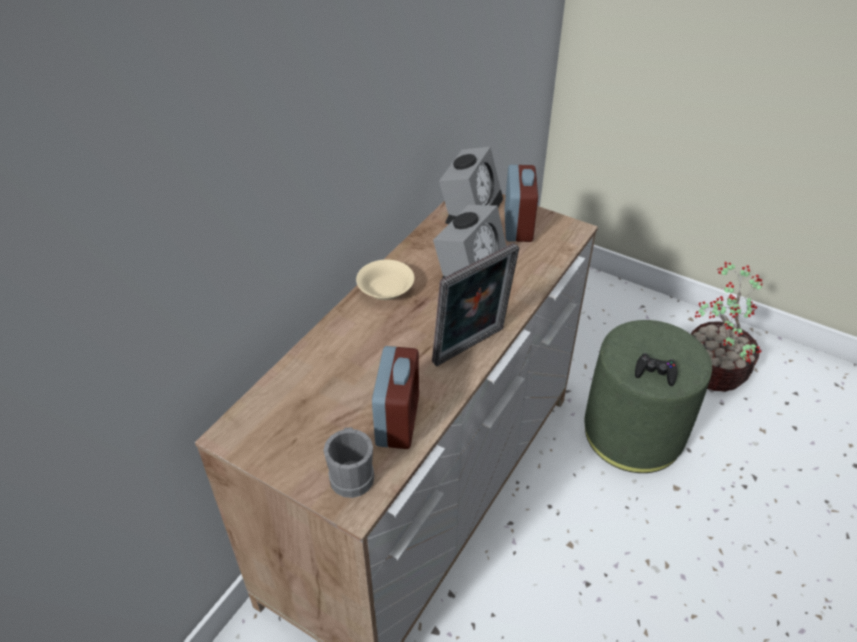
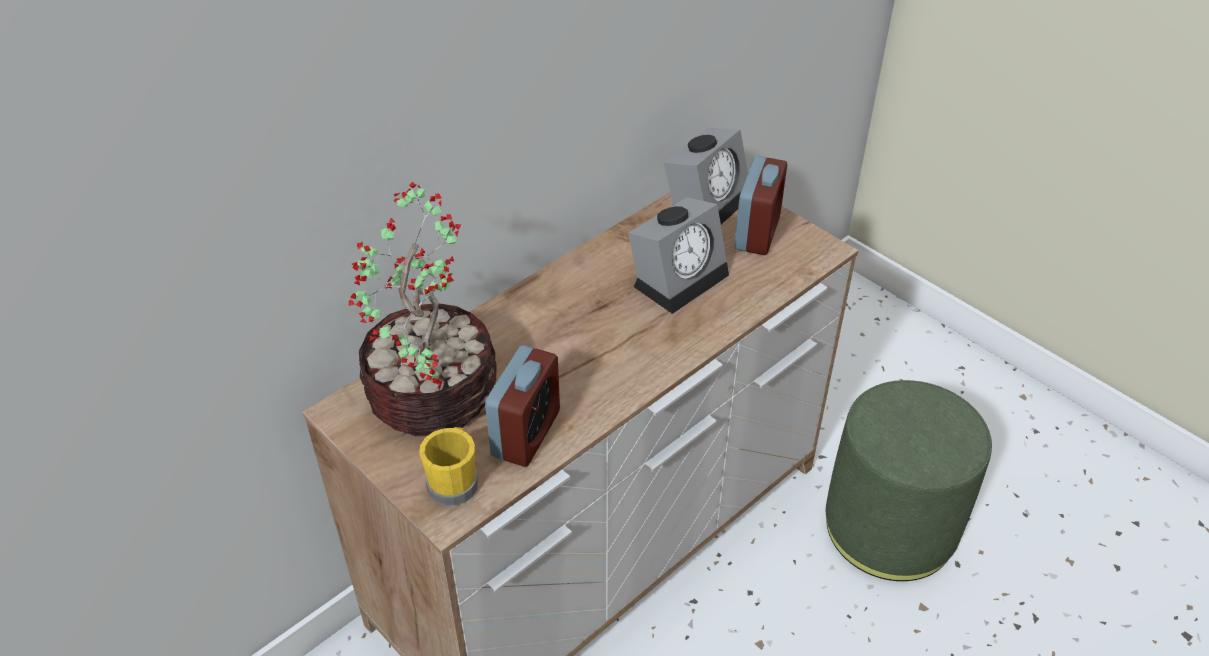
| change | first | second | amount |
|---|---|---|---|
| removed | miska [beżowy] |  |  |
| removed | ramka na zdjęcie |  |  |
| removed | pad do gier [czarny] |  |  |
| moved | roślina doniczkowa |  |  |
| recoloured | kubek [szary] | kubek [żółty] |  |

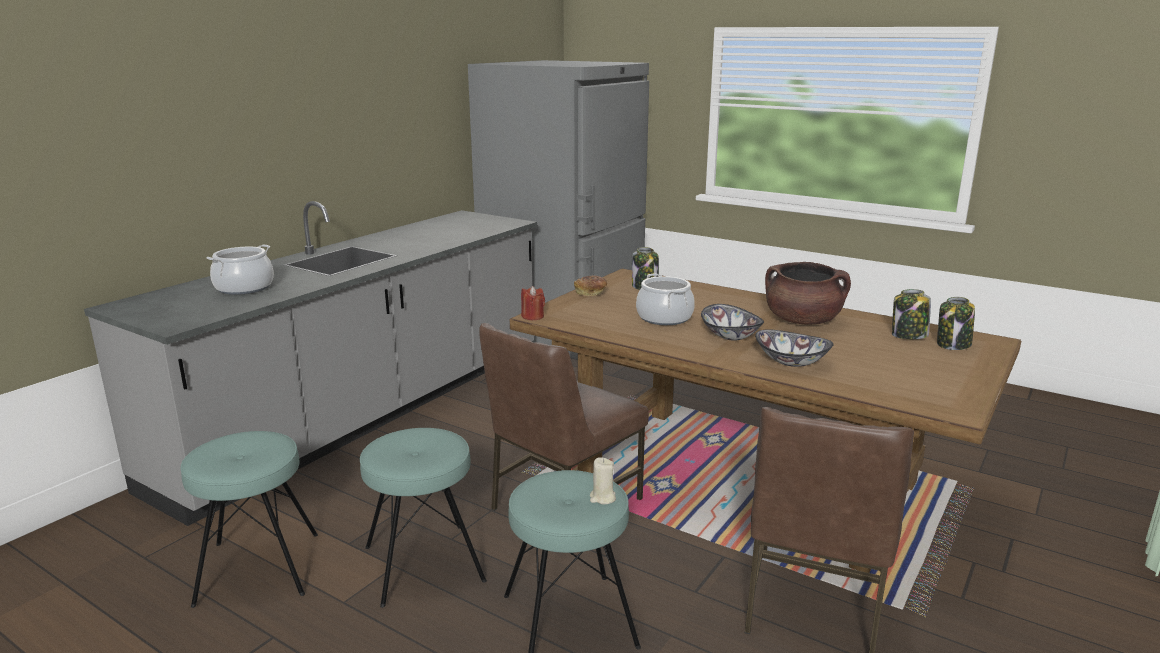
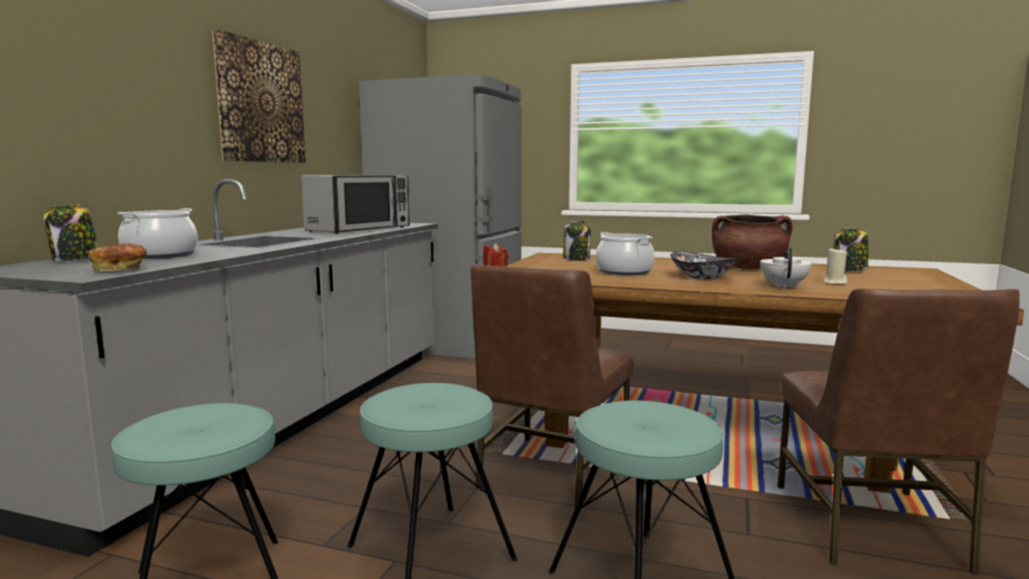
| change | first | second | amount |
|---|---|---|---|
| added |  | obraz |  |
| added |  | mikrofalówka |  |
| moved | chleb |  |  |
| moved | świeca [beżowy] |  |  |
| moved | słoik (3rd from left in the first image) | słoik (1st from left) |  |
| replaced | miska (2nd from left) | imbryk [biały] |  |

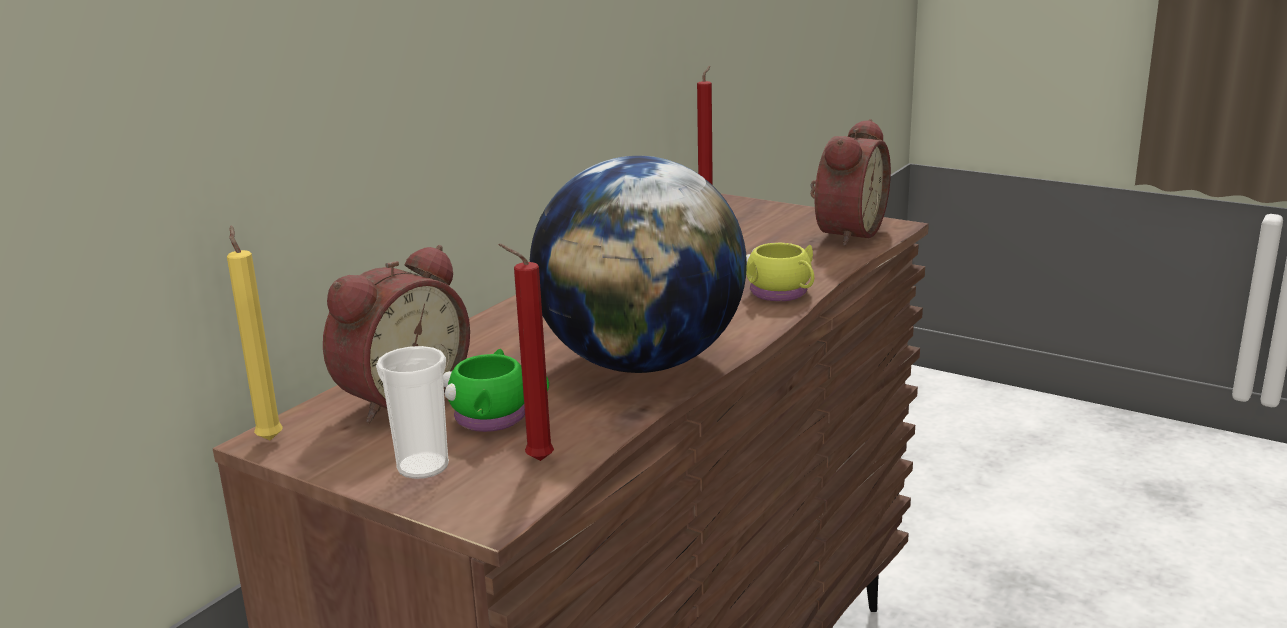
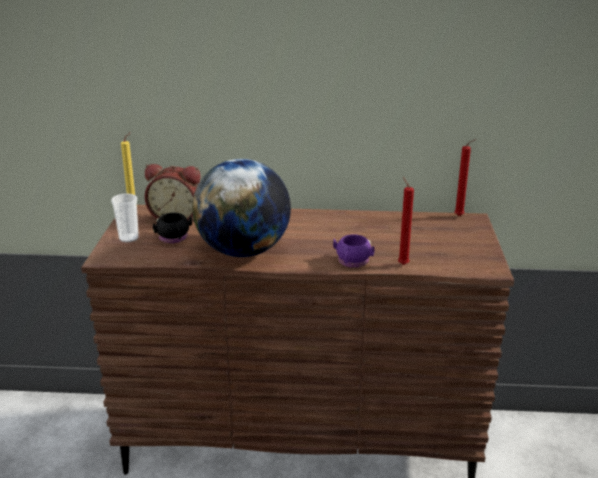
| change | first | second | amount |
|---|---|---|---|
| removed | budzik (2nd from left) |  |  |
| moved | świeca [czerwony] (1st from left) |  |  |
| recoloured | kubek [zielony] | kubek [czarny] |  |
| recoloured | kubek [żółty] | kubek [fioletowy] |  |

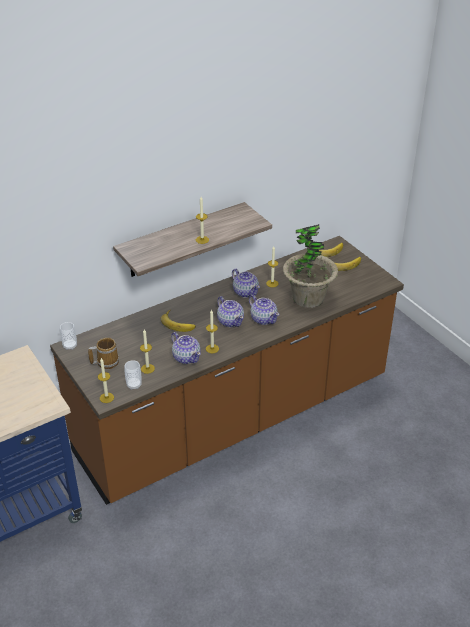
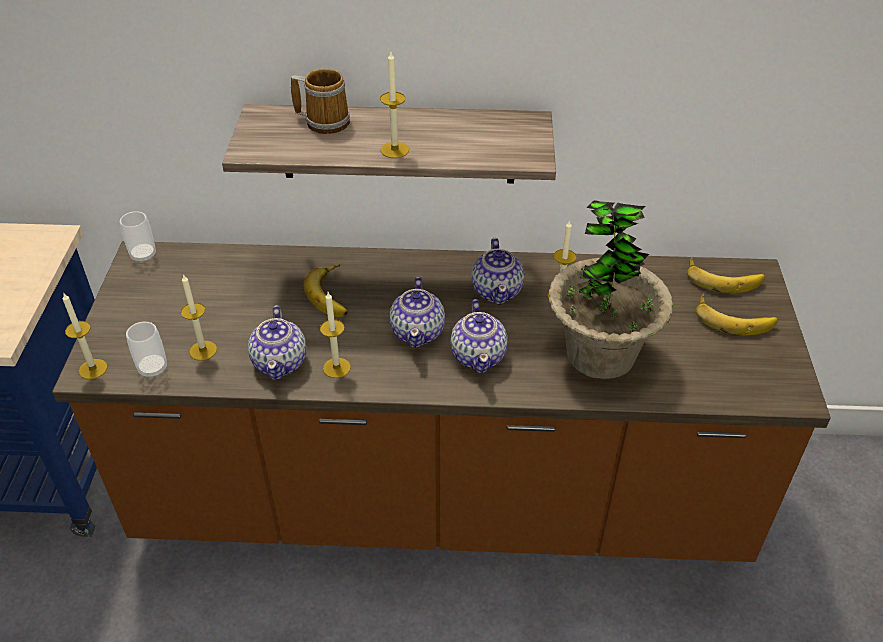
| change | first | second | amount |
|---|---|---|---|
| moved | kubek |  |  |

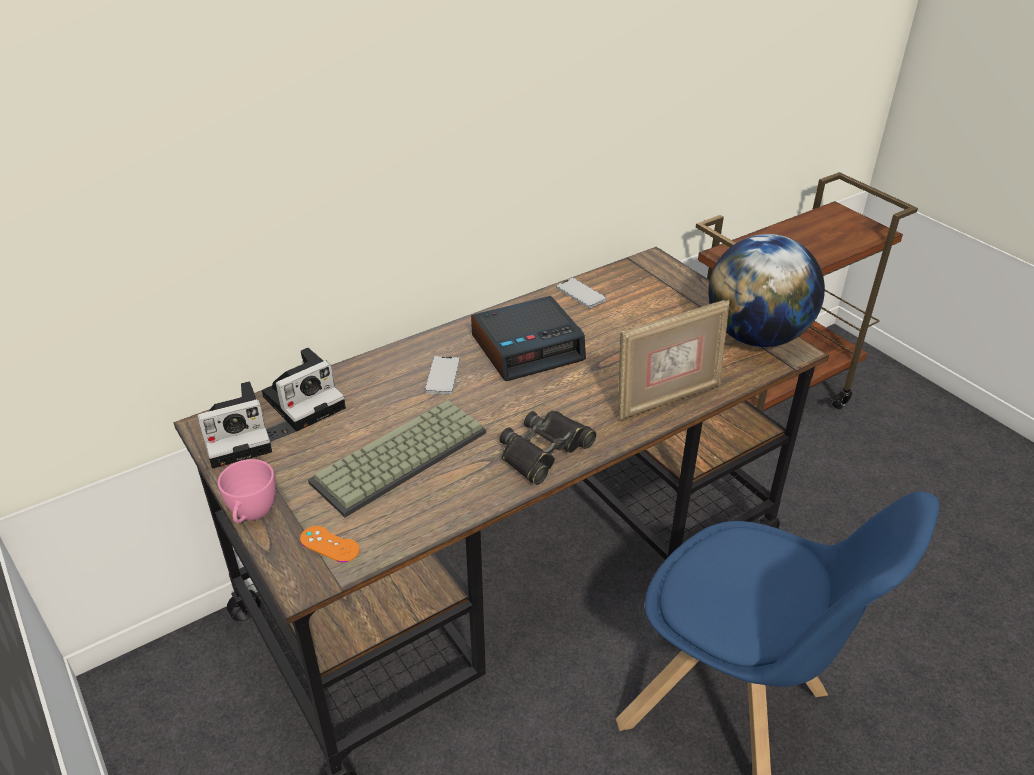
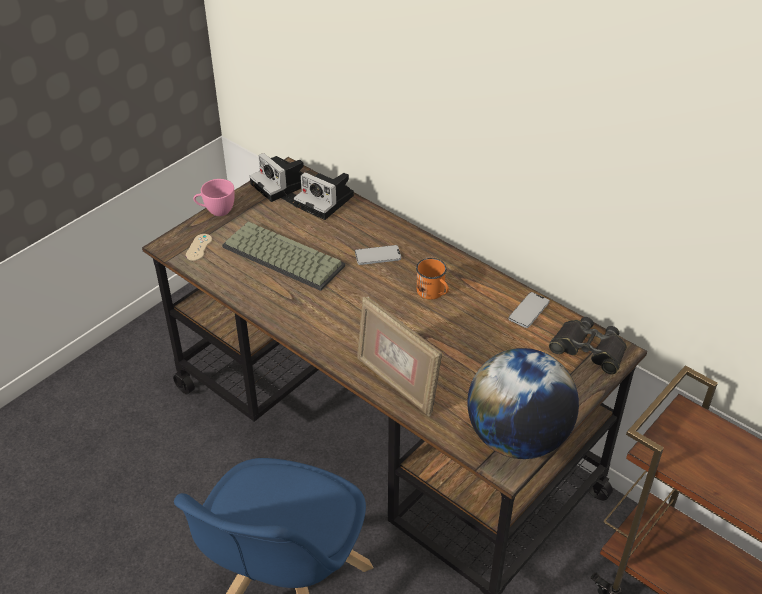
| change | first | second | amount |
|---|---|---|---|
| moved | lornetka [czarny] |  |  |
| replaced | budzik | kubek [pomarańczowy] |  |
| recoloured | pad do gier [pomarańczowy] | pad do gier [beżowy] |  |

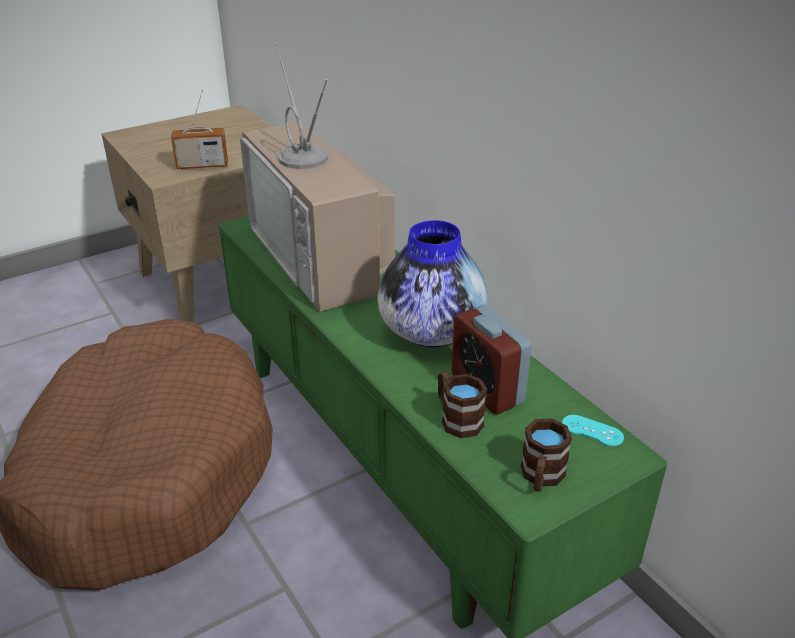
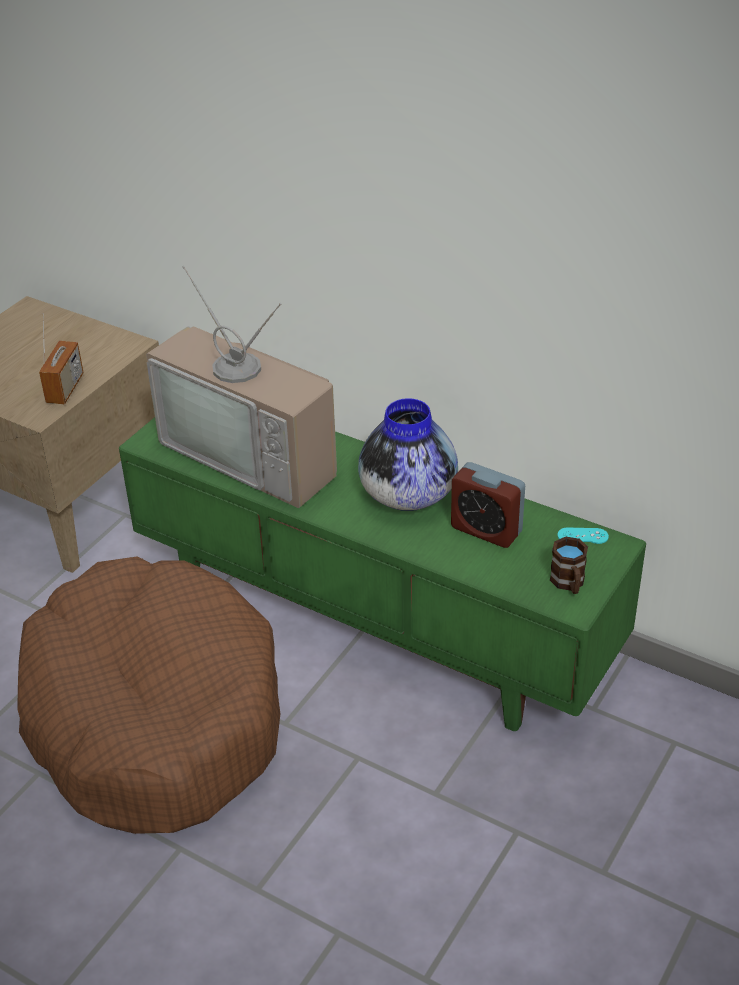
| change | first | second | amount |
|---|---|---|---|
| removed | kubek [brązowy] (1st from left) |  |  |
| turned | radio |  | 45 degrees counterclockwise |

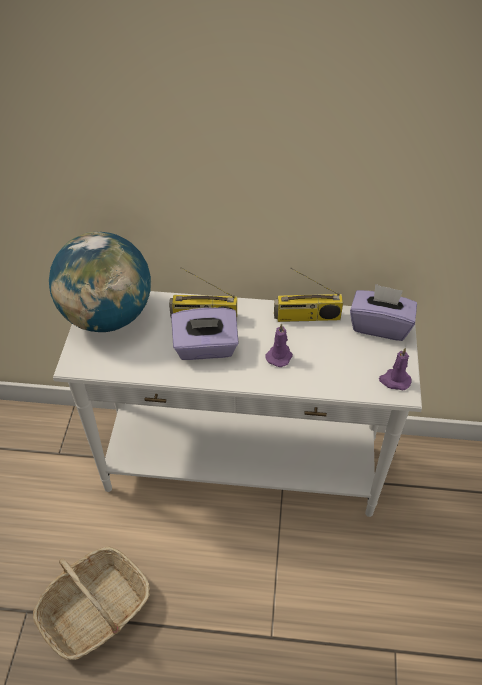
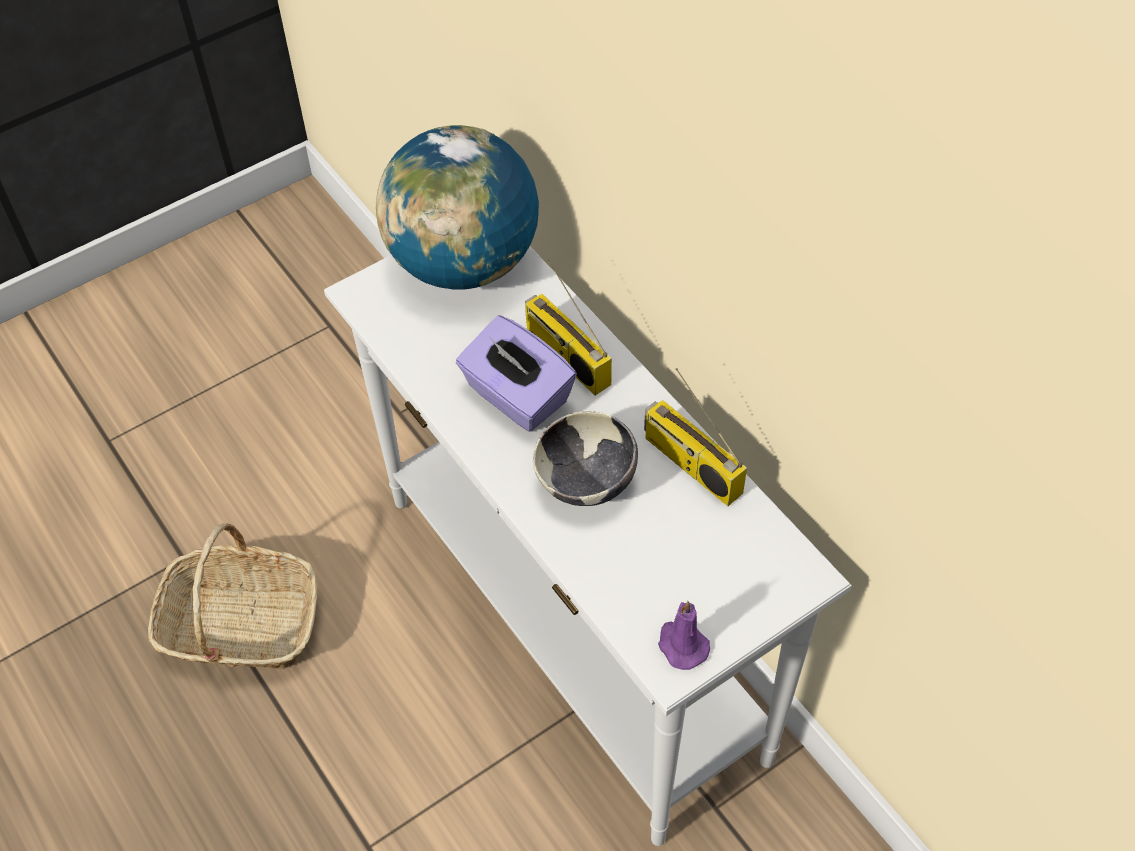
| change | first | second | amount |
|---|---|---|---|
| removed | pudełko chusteczek [fioletowy] (2nd from left) |  |  |
| replaced | świeca [fioletowy] (1st from left) | miska |  |

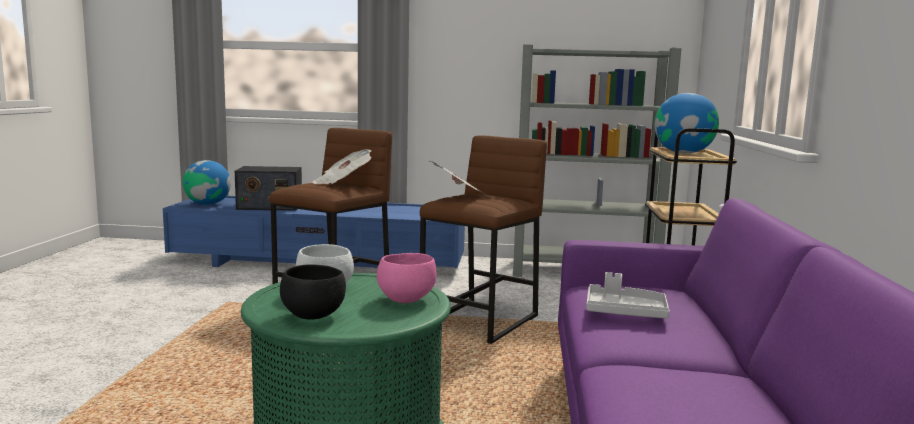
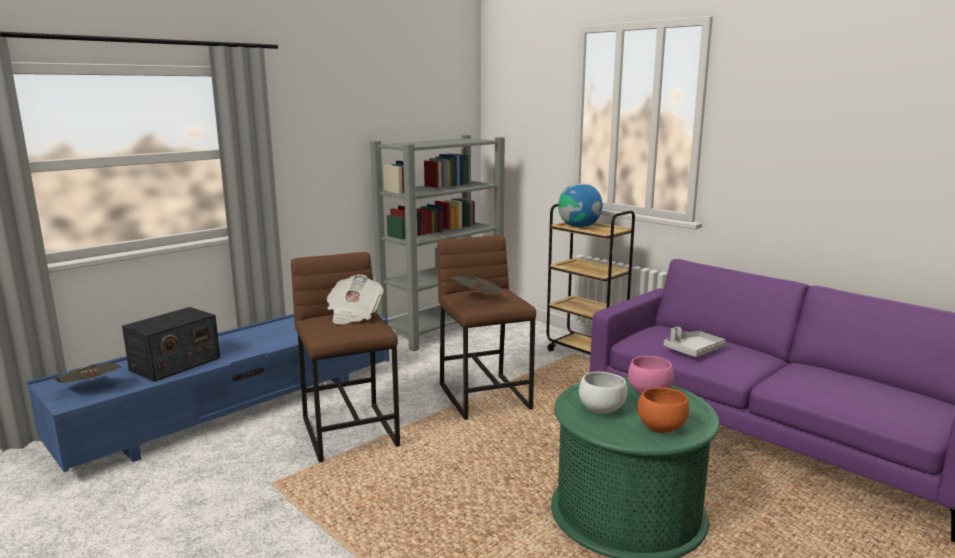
| change | first | second | amount |
|---|---|---|---|
| replaced | globus (1st from left) | gazeta (1st from left) |  |
| recoloured | miska [czarny] | miska [pomarańczowy] |  |

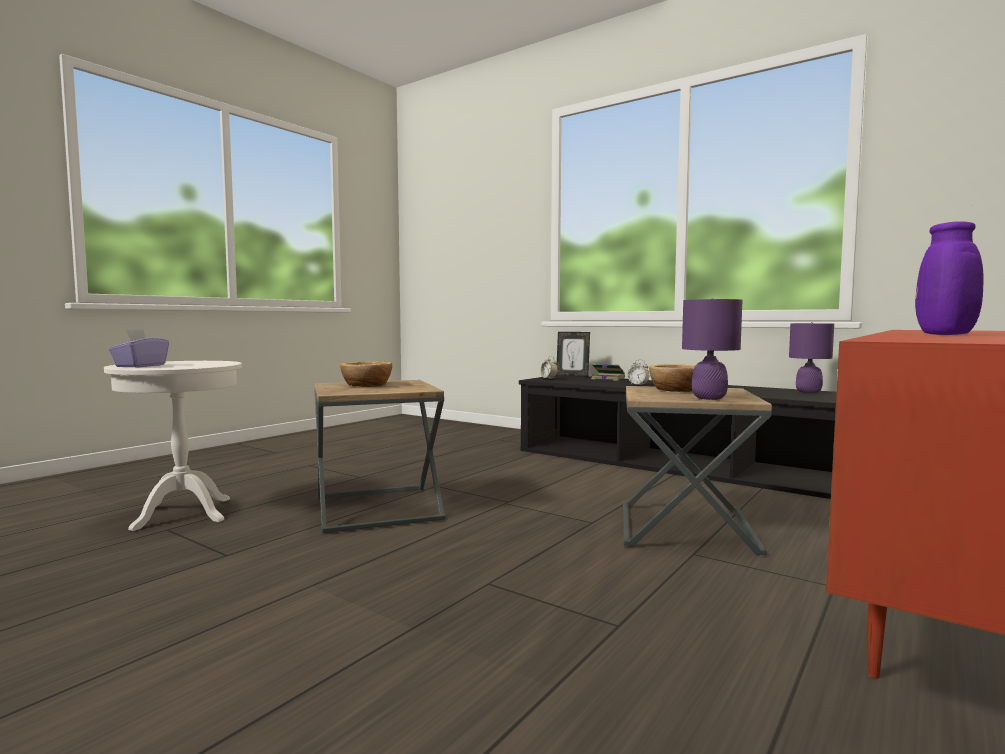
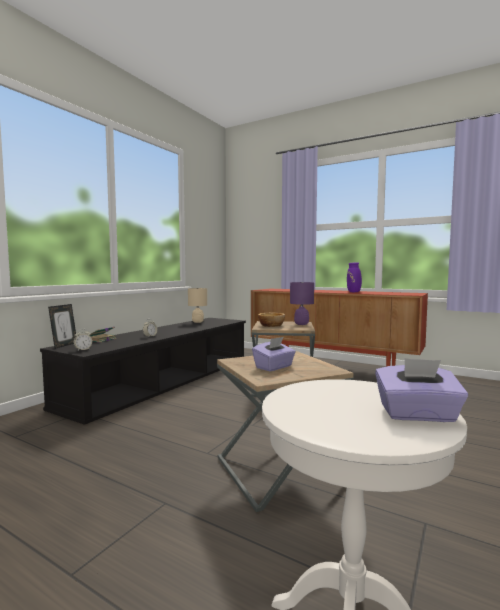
| change | first | second | amount |
|---|---|---|---|
| replaced | miska (1st from left) | pudełko chusteczek [fioletowy] (1st from left) |  |
| recoloured | lampa stołowa [fioletowy] (2nd from left) | lampa stołowa [beżowy] |  |

